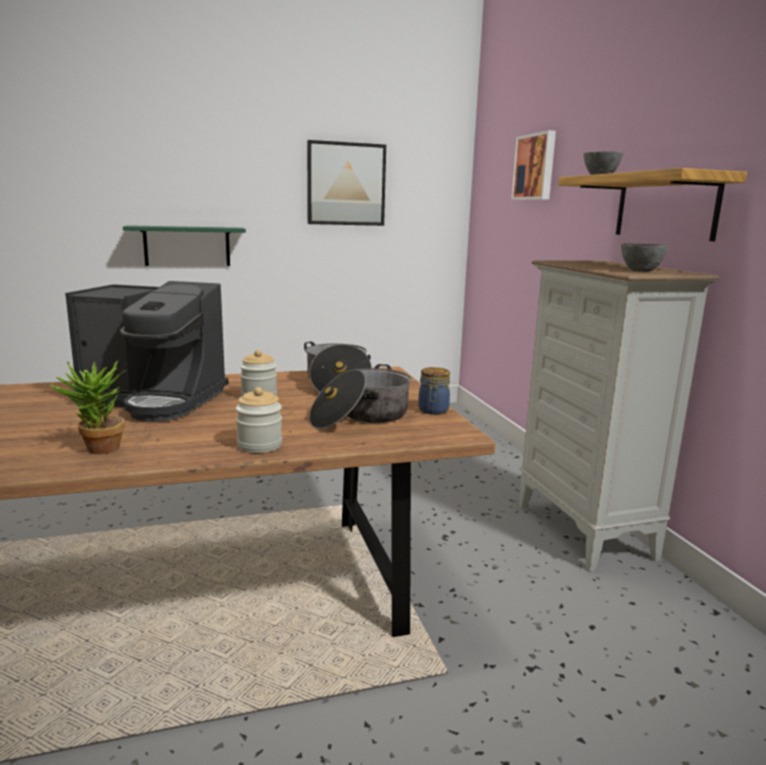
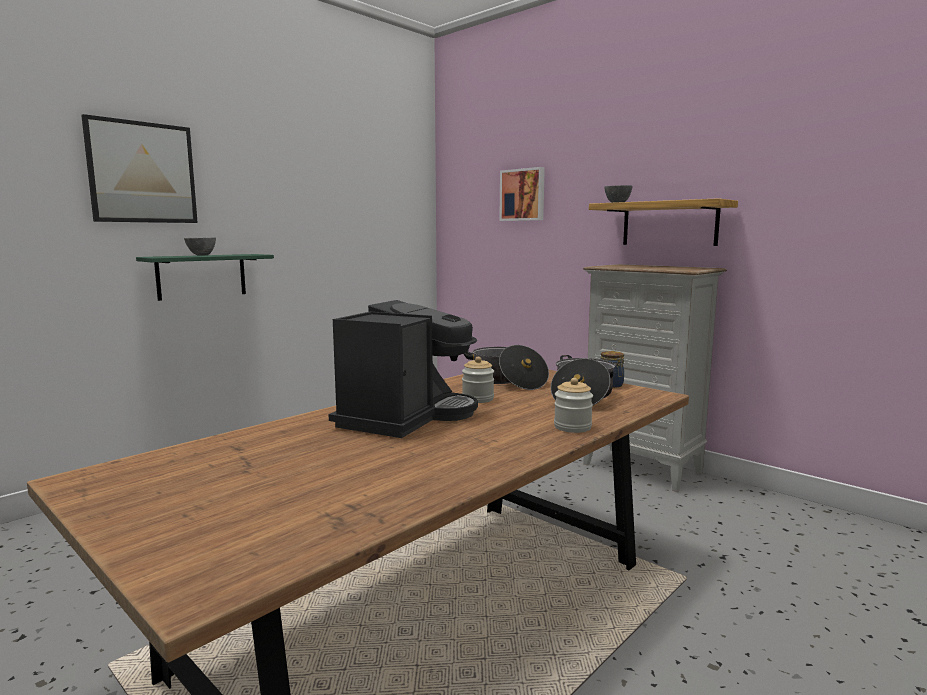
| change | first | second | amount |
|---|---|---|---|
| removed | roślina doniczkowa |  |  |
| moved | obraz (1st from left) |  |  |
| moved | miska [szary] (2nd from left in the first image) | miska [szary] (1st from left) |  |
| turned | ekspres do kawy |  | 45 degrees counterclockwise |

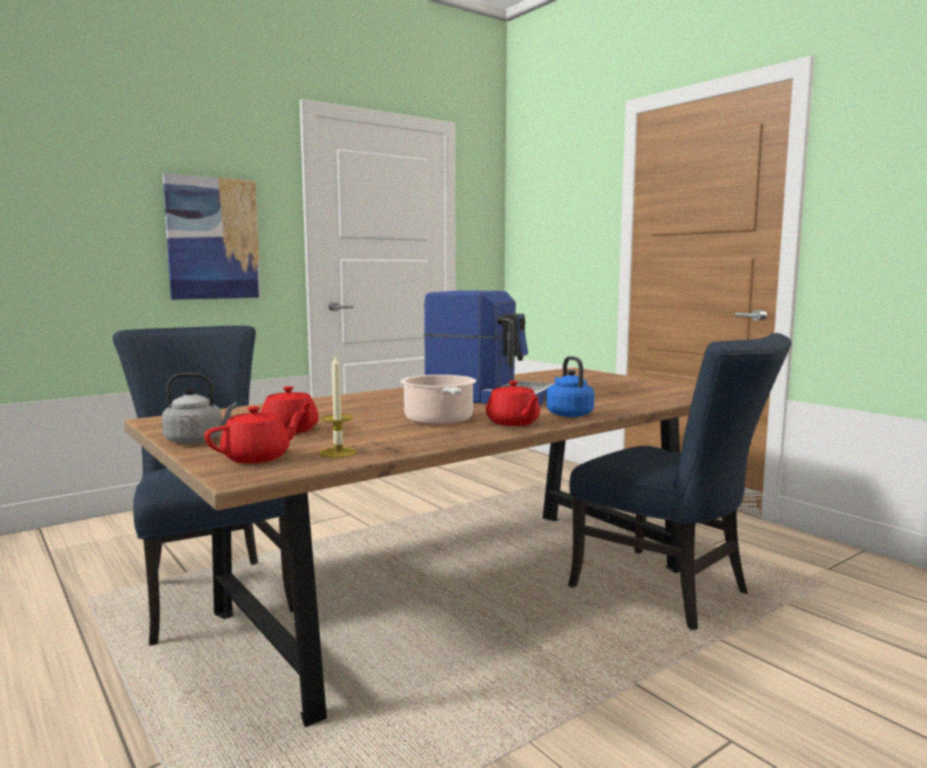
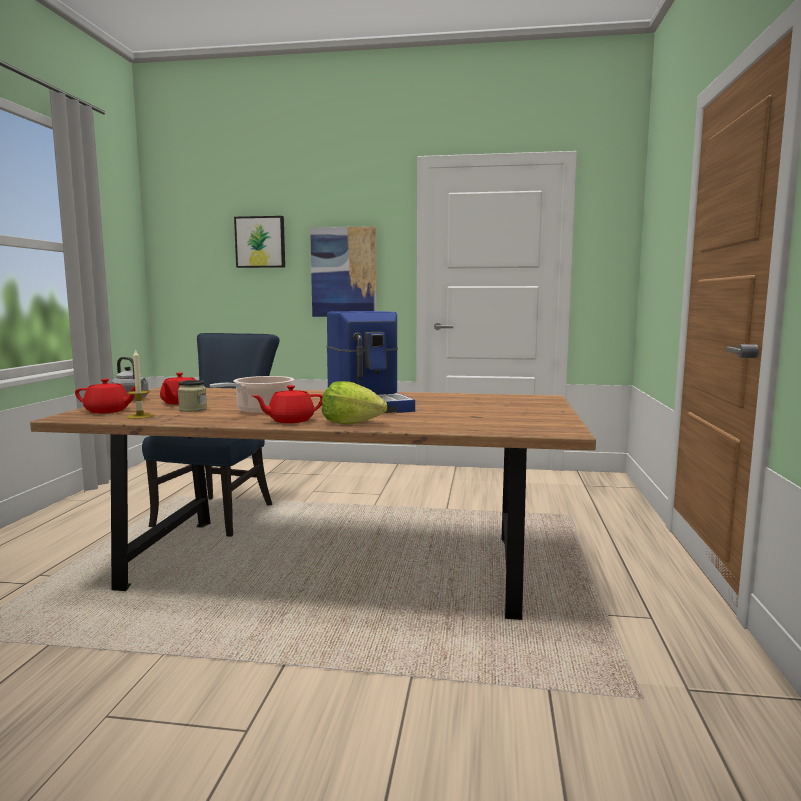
| change | first | second | amount |
|---|---|---|---|
| removed | krzesło [niebieski] (2nd from left) |  |  |
| added |  | słoik |  |
| added |  | obraz (1st from left) |  |
| replaced | czajnik [niebieski] | sałata |  |
| turned | imbryk [czerwony] (3rd from left) |  | 45 degrees clockwise |

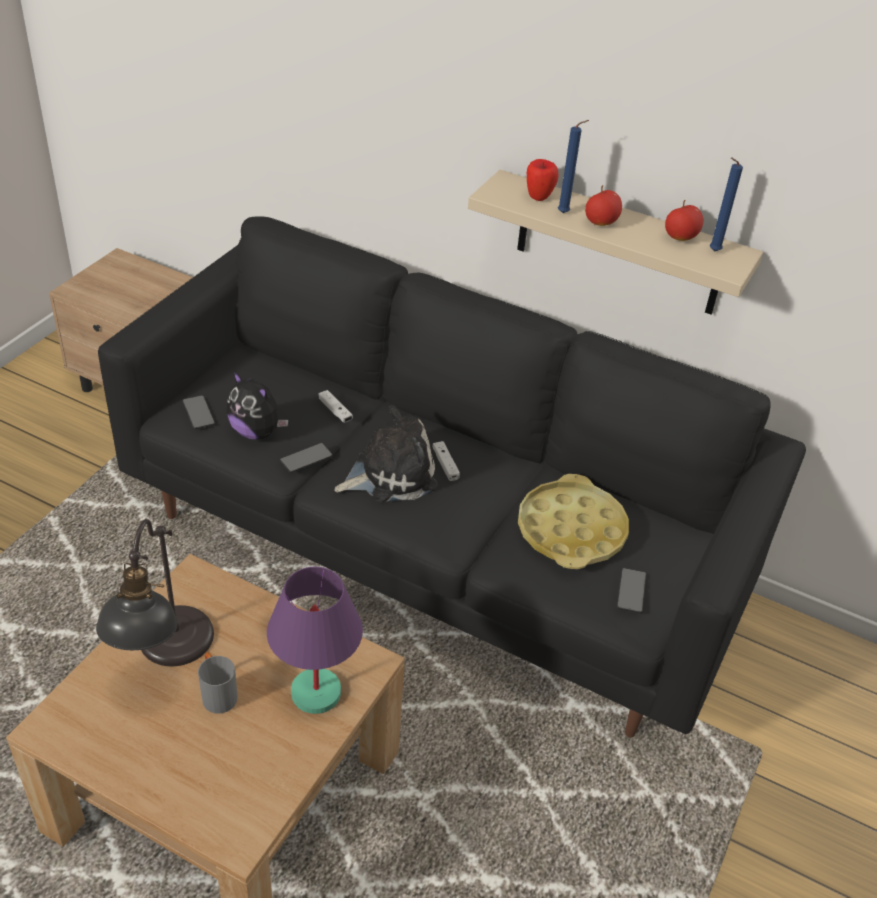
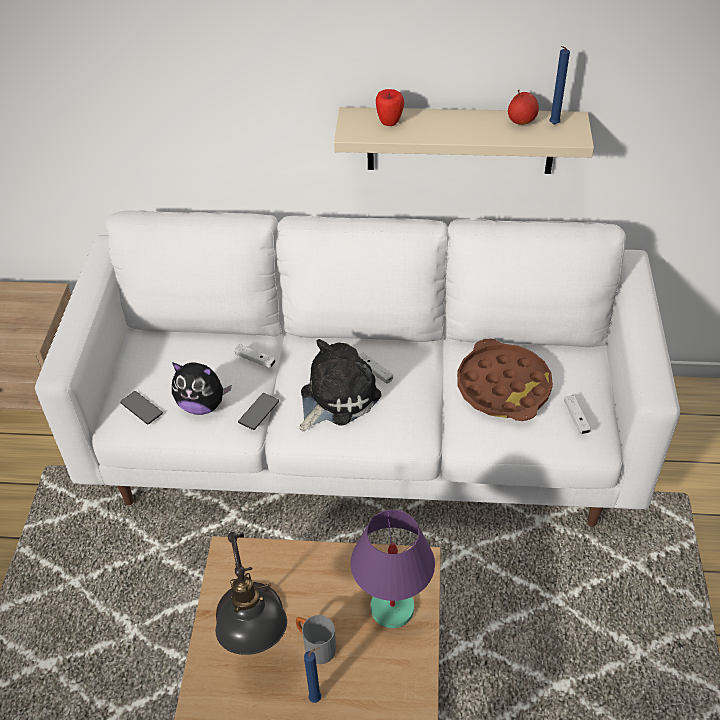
| change | first | second | amount |
|---|---|---|---|
| removed | jabłko (2nd from left) |  |  |
| moved | świeca [niebieski] (1st from left) |  |  |
| replaced | telefon (3rd from left) | pad do gier [biały] (3rd from left) |  |
| recoloured | kanapa [czarny] | kanapa [biały] |  |
| recoloured | taca [żółty] | taca [brązowy] |  |

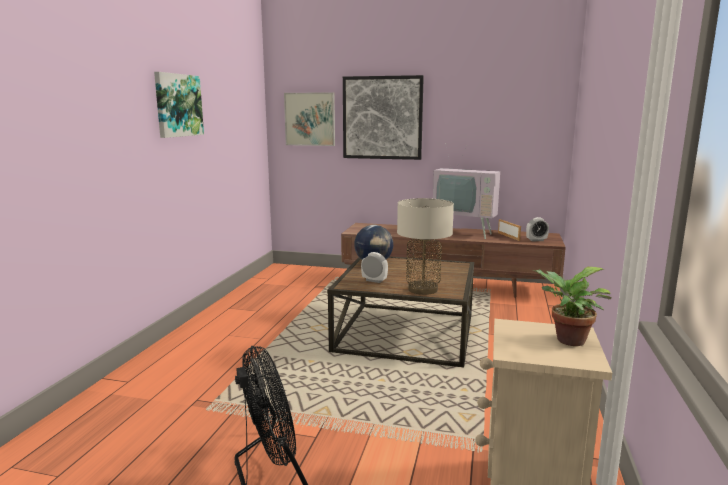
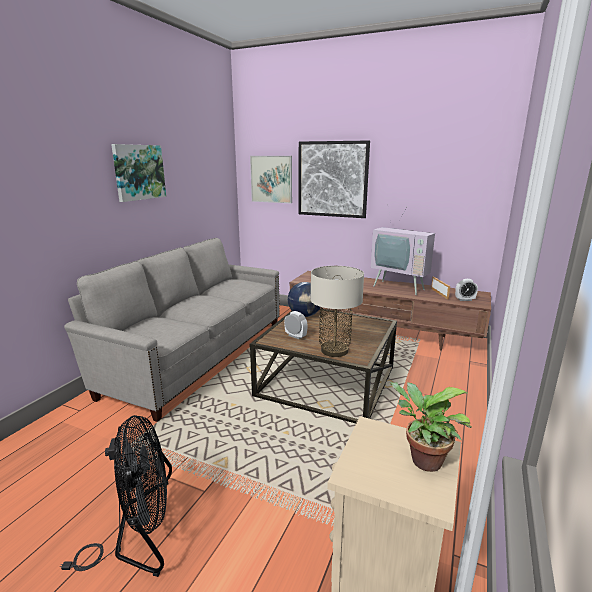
| change | first | second | amount |
|---|---|---|---|
| added |  | kanapa [szary] |  |

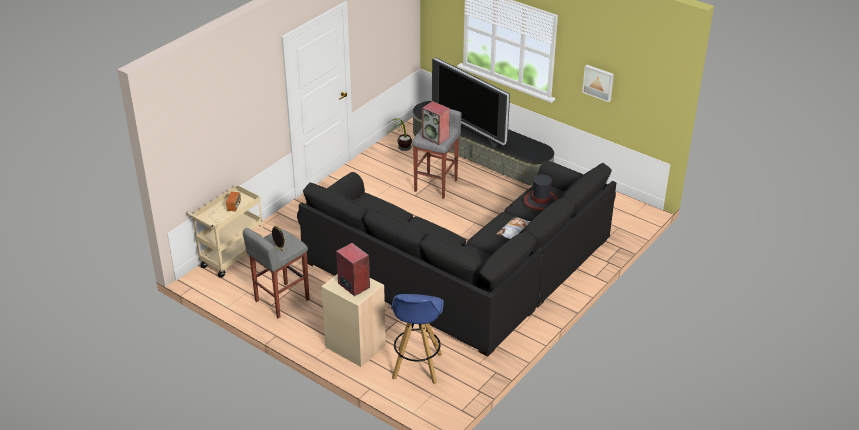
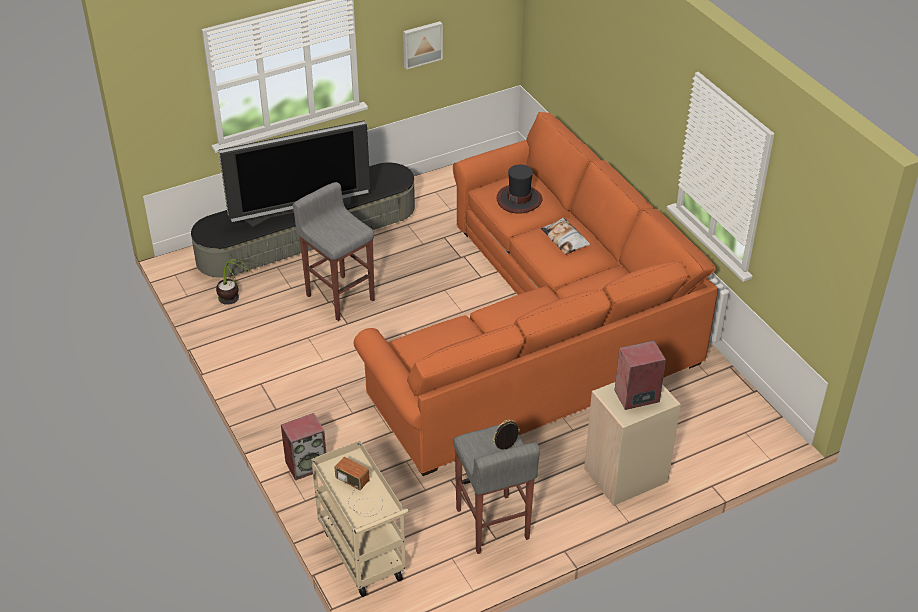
| change | first | second | amount |
|---|---|---|---|
| removed | stołek [niebieski] |  |  |
| moved | głośnik (2nd from left in the first image) | głośnik (1st from left) |  |
| recoloured | kanapa [czarny] | kanapa [pomarańczowy] |  |

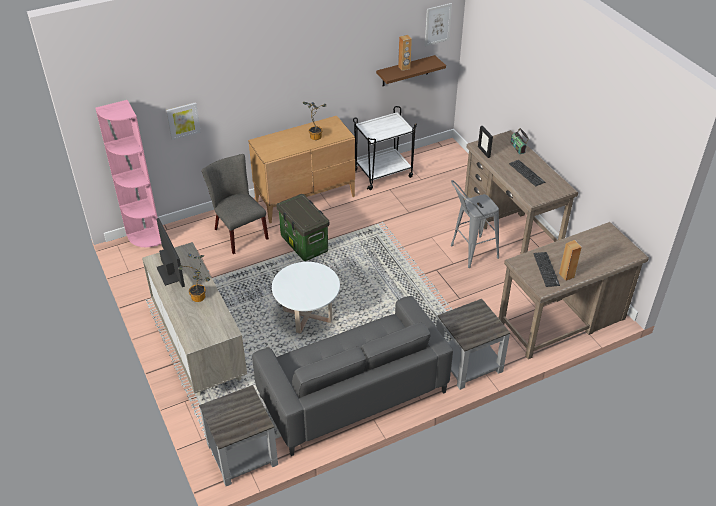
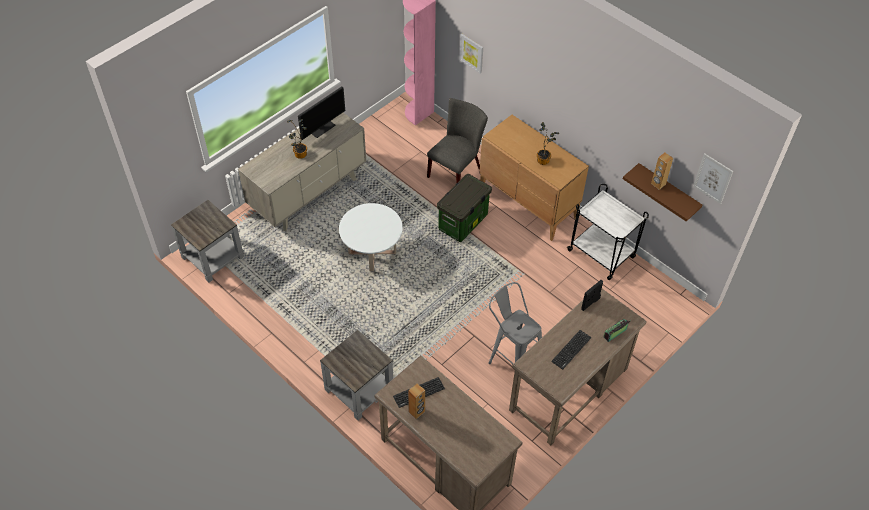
| change | first | second | amount |
|---|---|---|---|
| removed | kanapa [szary] |  |  |

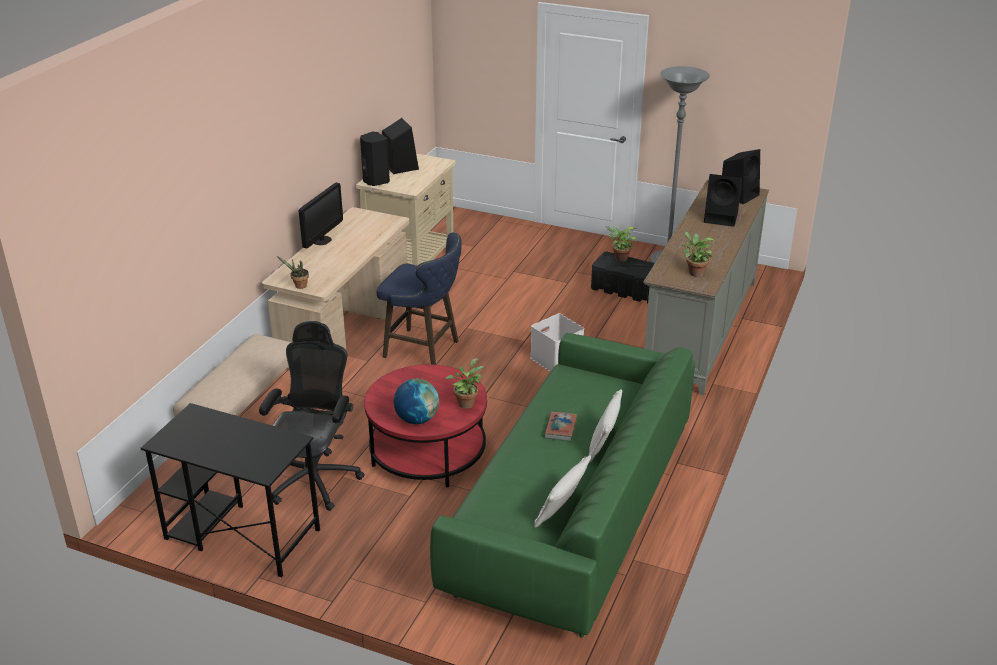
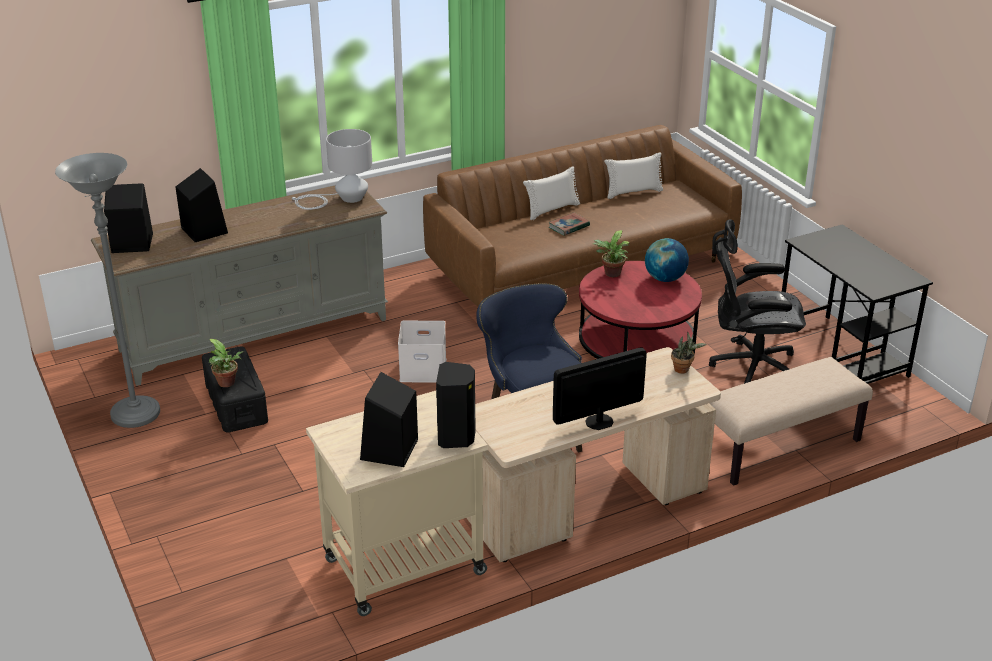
| change | first | second | amount |
|---|---|---|---|
| replaced | roślina doniczkowa (4th from left) | lampa stołowa [biały] |  |
| recoloured | kanapa [zielony] | kanapa [brązowy] |  |
| turned | krzesło biurowe |  | 45 degrees clockwise |

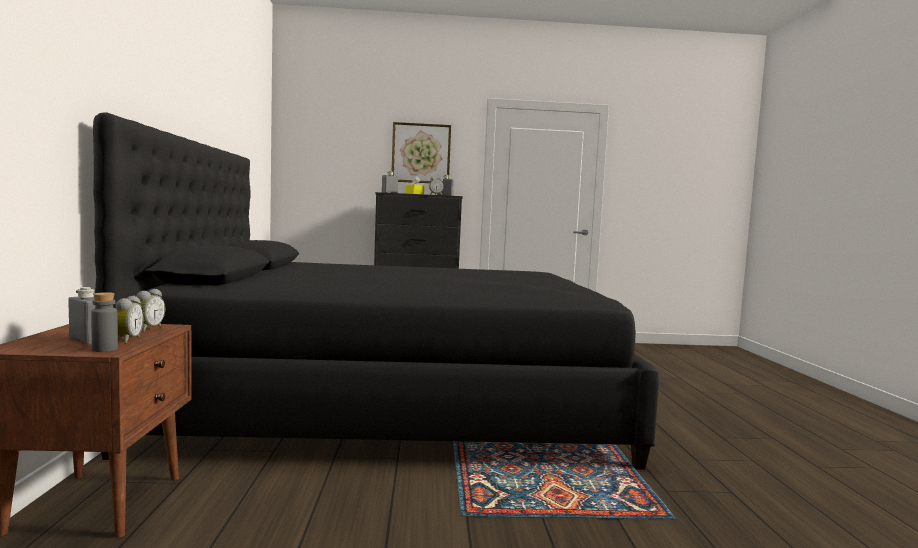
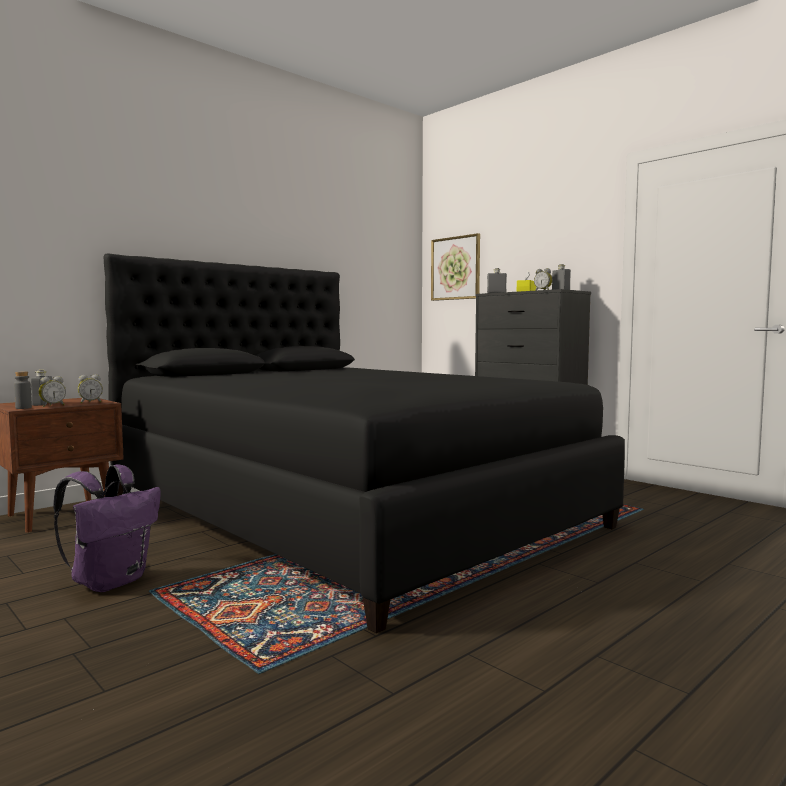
| change | first | second | amount |
|---|---|---|---|
| added |  | plecak [fioletowy] |  |
| moved | obraz |  |  |

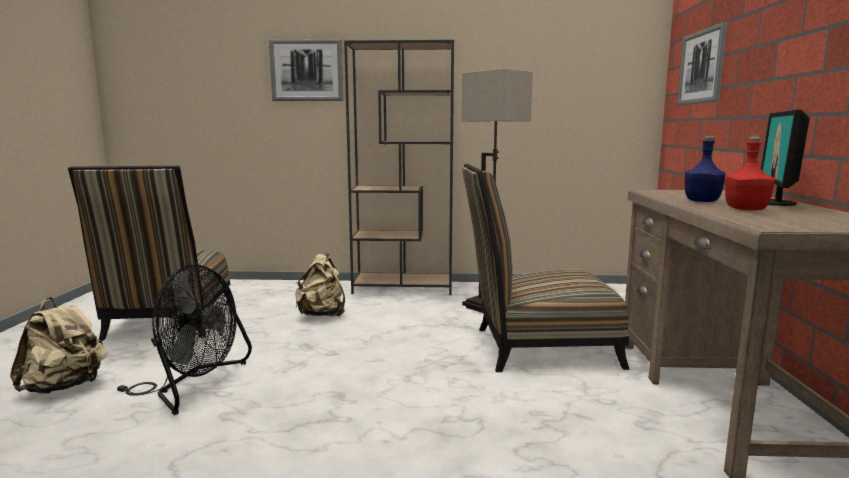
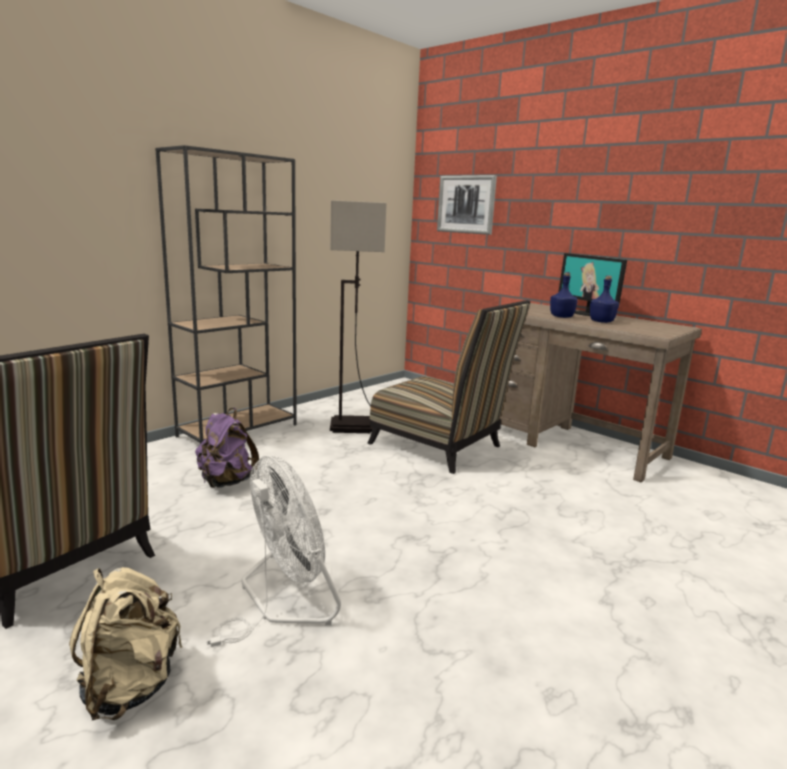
| change | first | second | amount |
|---|---|---|---|
| removed | obraz (1st from left) |  |  |
| recoloured | wentylator [czarny] | wentylator [biały] |  |
| recoloured | plecak [beżowy] (2nd from left) | plecak [fioletowy] |  |
| recoloured | butelka [czerwony] | butelka [niebieski] (2nd from left) |  |
| turned | krzesło (2nd from left) |  | 90 degrees counterclockwise |

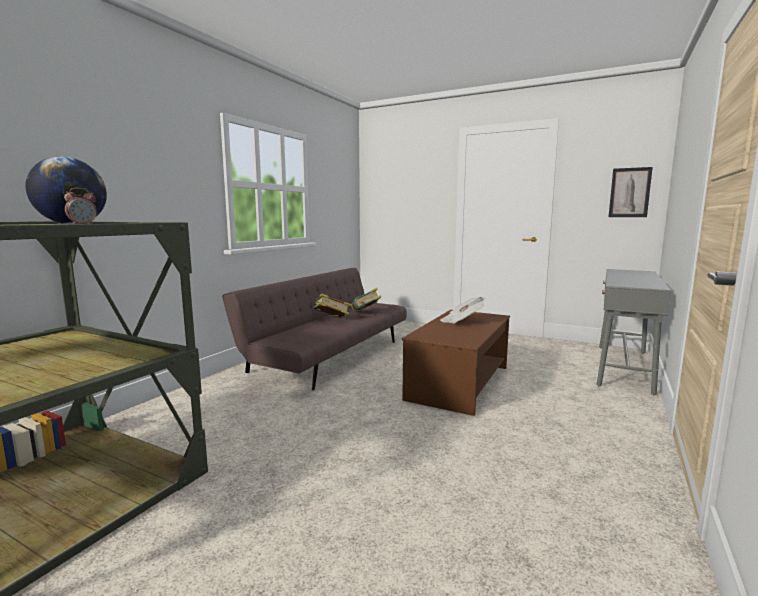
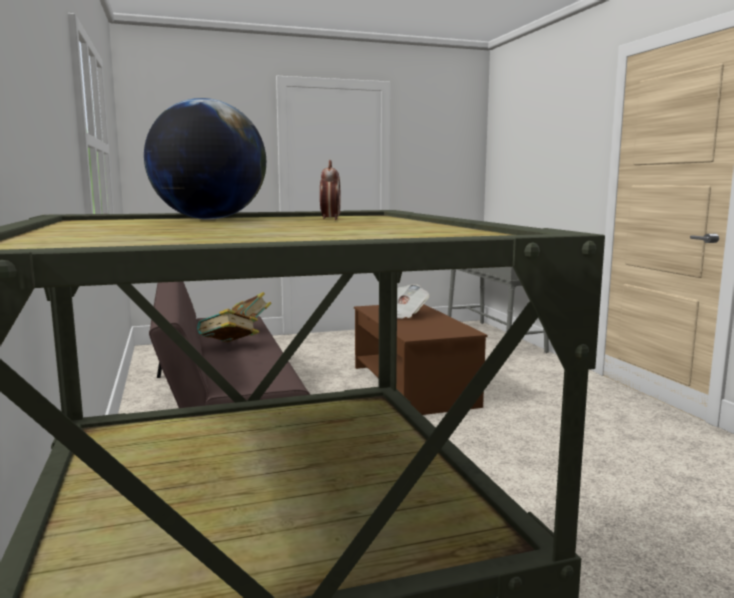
| change | first | second | amount |
|---|---|---|---|
| removed | obraz |  |  |

